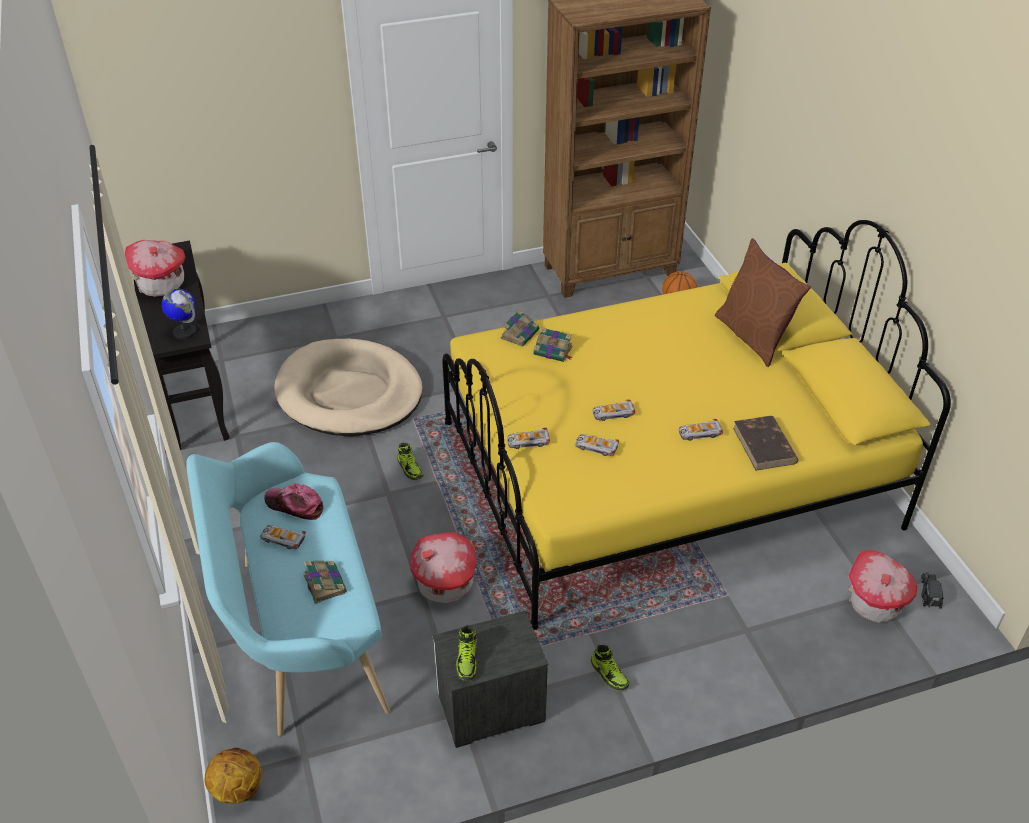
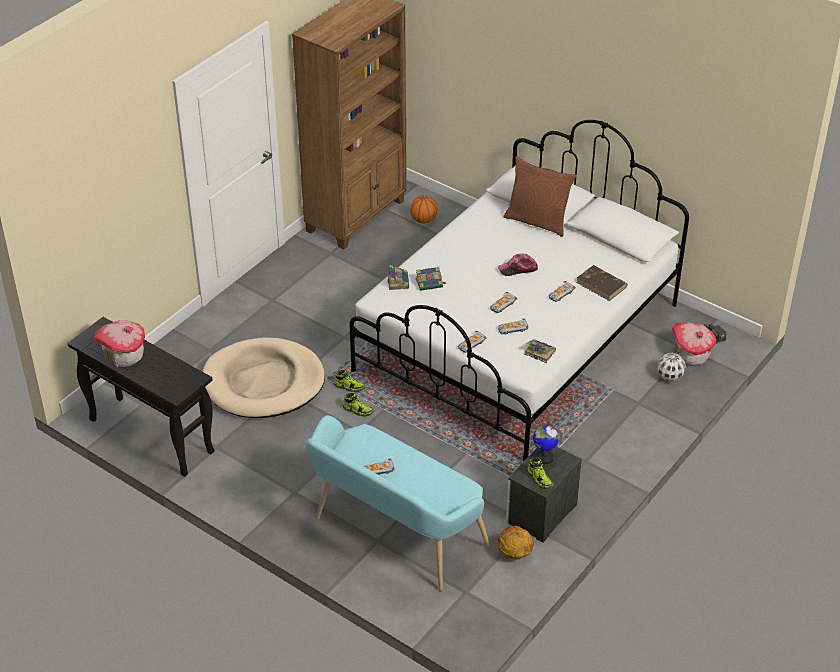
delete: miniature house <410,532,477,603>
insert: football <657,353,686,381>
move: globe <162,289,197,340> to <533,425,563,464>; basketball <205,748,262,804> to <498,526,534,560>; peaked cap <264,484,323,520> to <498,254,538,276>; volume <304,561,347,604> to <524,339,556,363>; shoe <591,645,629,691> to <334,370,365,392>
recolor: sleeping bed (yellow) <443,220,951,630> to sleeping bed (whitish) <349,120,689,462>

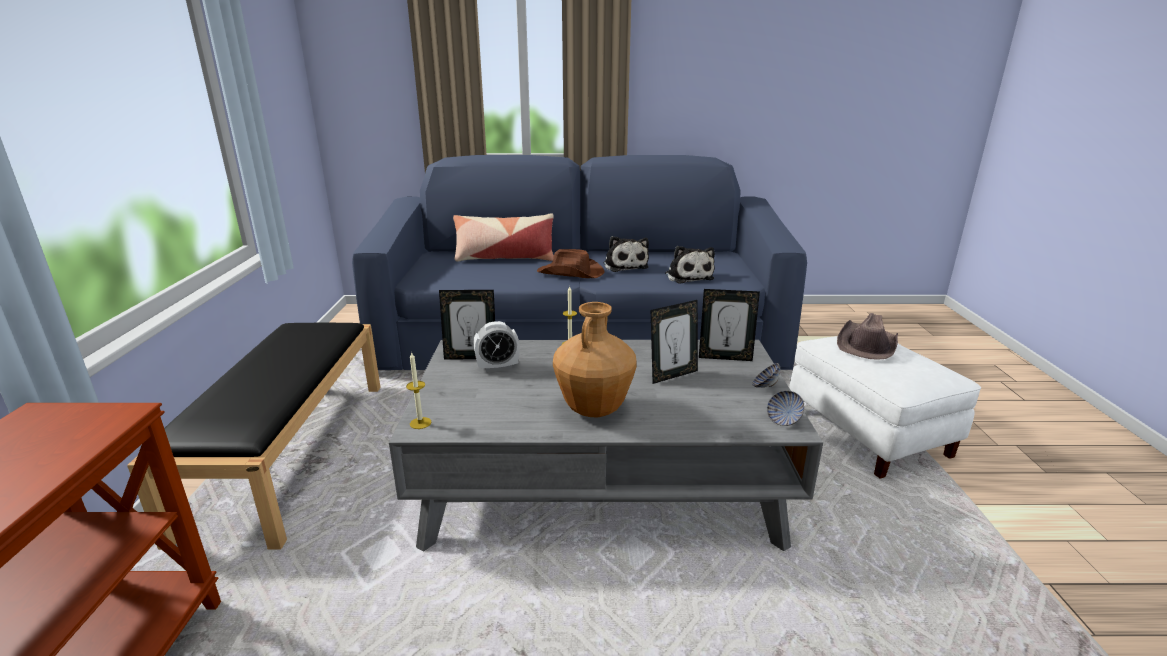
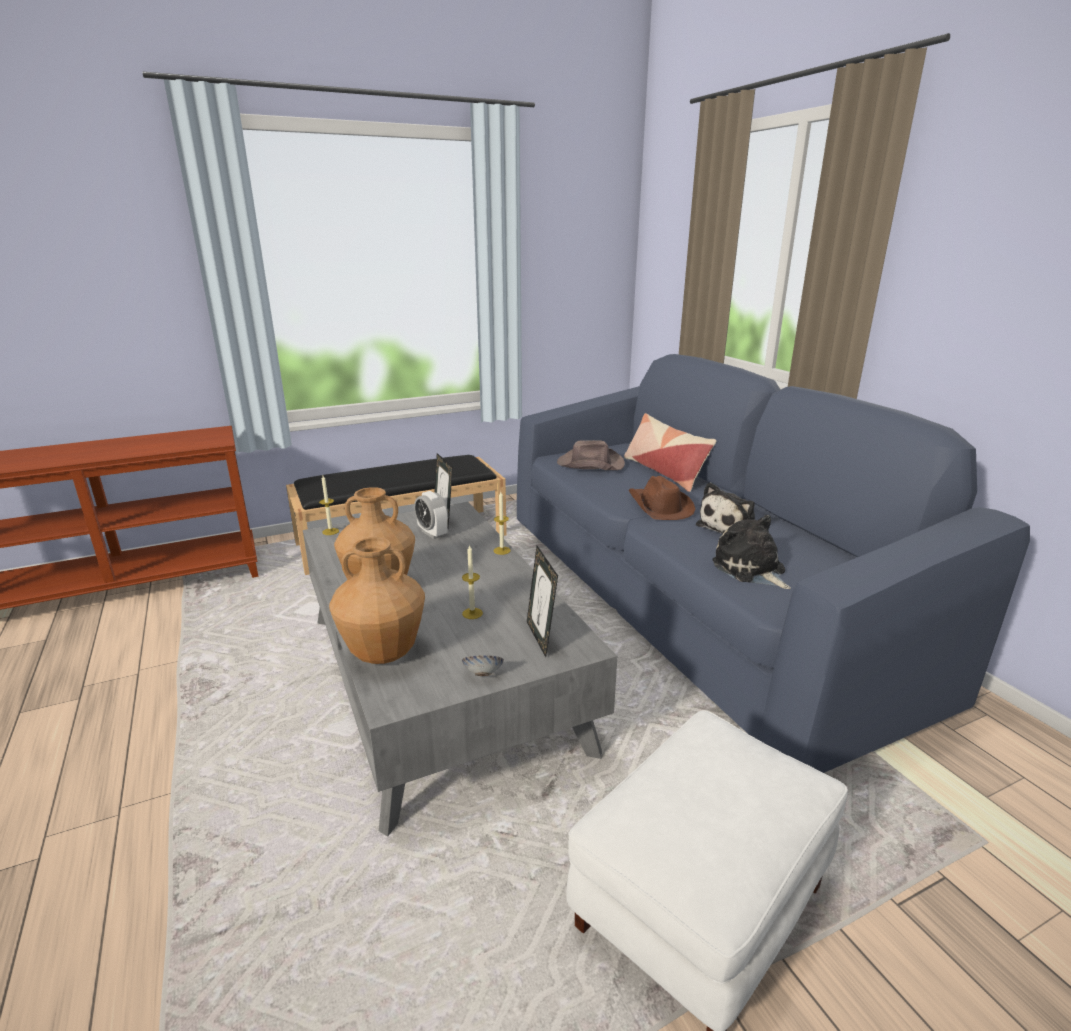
delete: serving bowl <767,390,804,426>
insert: decorative vase (brownish) <329,537,425,664>
move: hat (brownish) <837,313,898,360> to <557,440,625,470>
replace: photo frame <651,300,698,384> to candle <462,545,483,619>
rotate: soft toy <665,246,715,284> = <713,515,791,589> 105 degrees clockwise

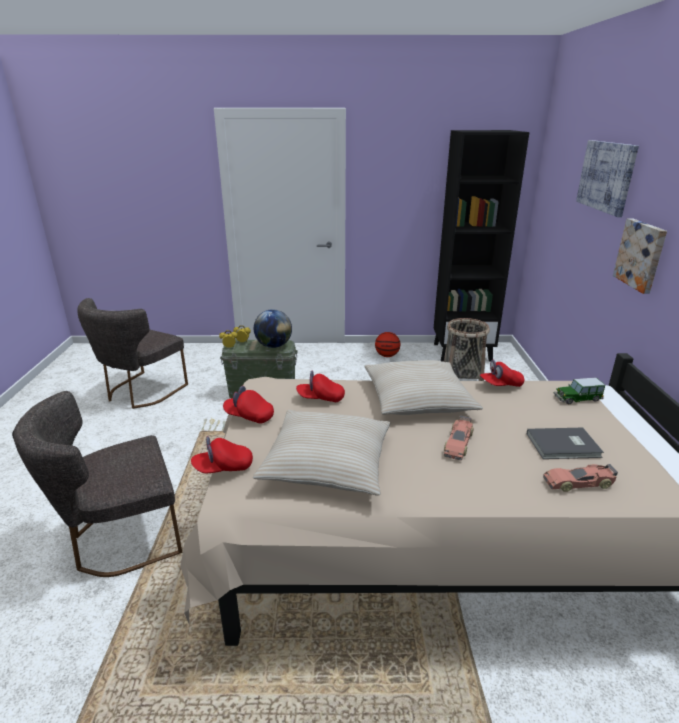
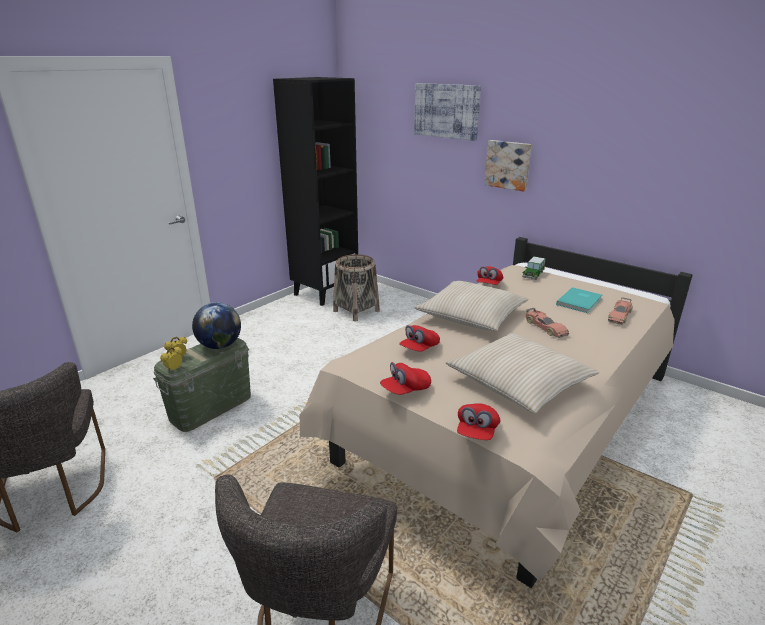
delete: basketball <375,332,400,357>
recolor: volume (grey) <527,428,604,459> to volume (turquoise) <556,287,602,313>

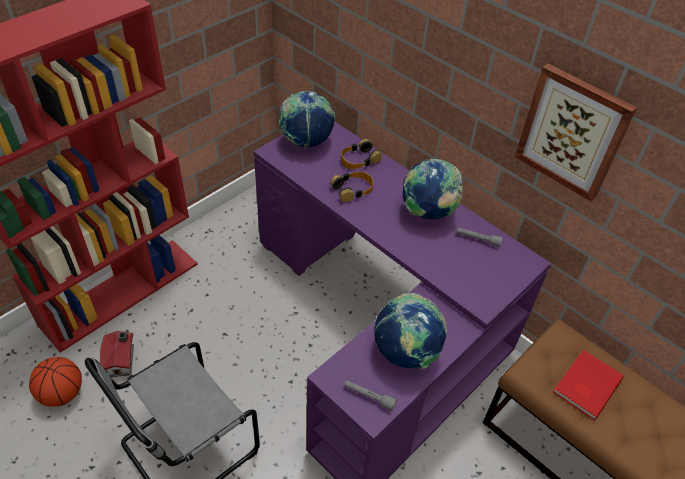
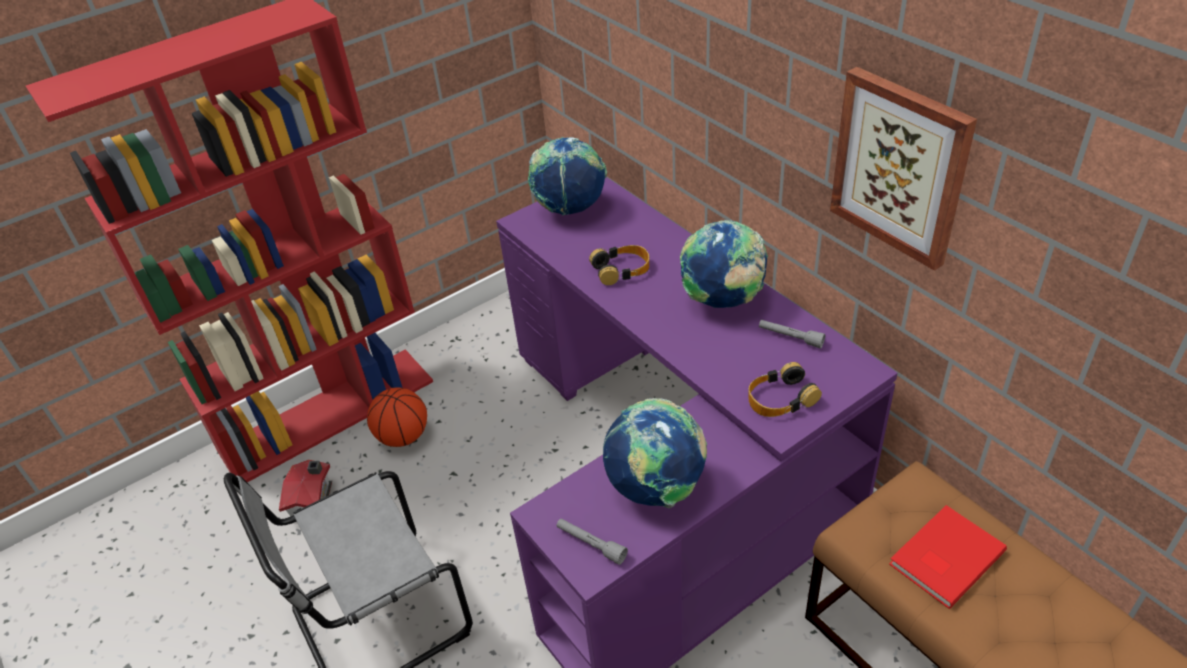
move: basketball <29,357,82,407> to <367,387,427,447>; pair of headphones <341,139,382,169> to <749,362,822,417>

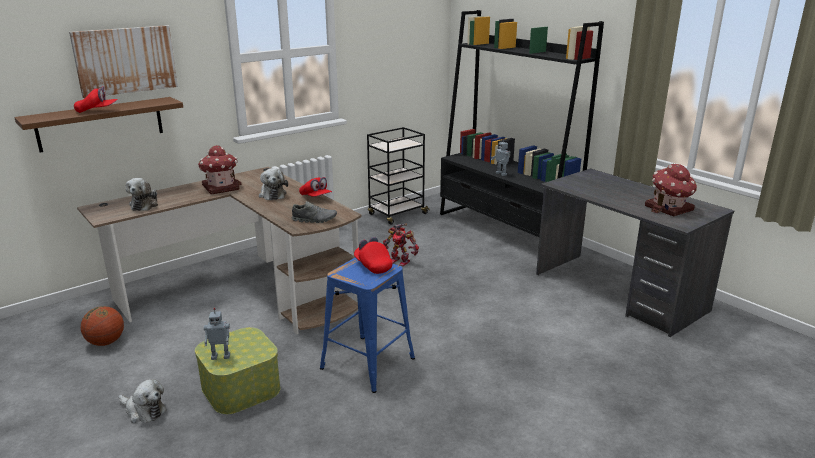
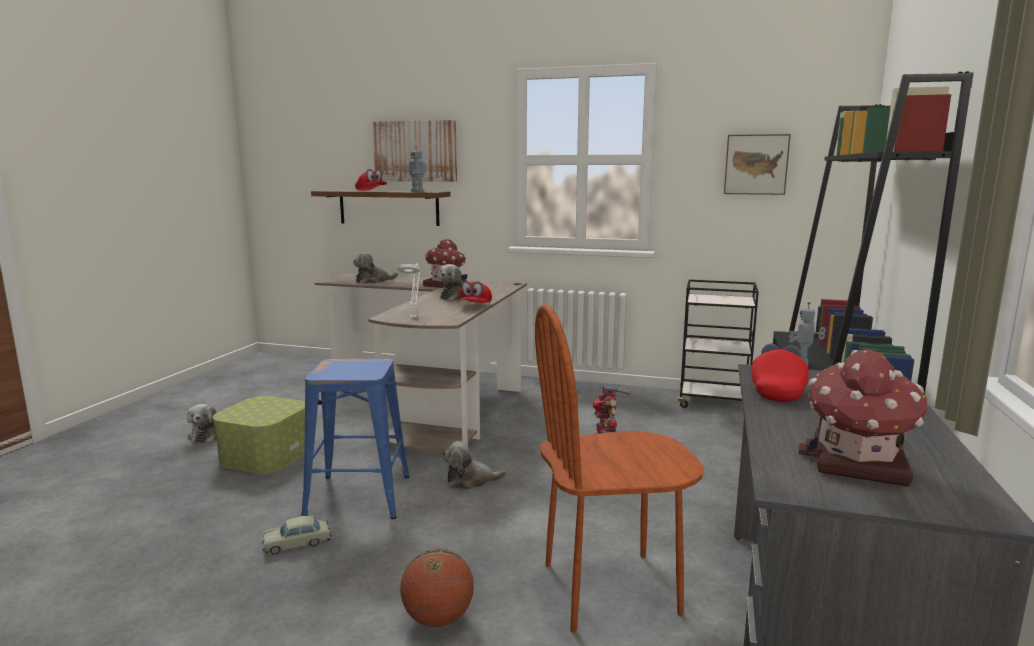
insert: miniature car (beige-coloured) <263,515,331,555>; soft toy <443,441,507,490>; upright chair (brownish) <535,304,704,633>; wall picture <724,134,791,195>
move: basketball <81,306,124,346> to <400,548,474,627>; robot figure <204,308,230,360> to <403,146,427,192>; peaked cap (reddish) <354,237,393,274> to <751,344,809,402>
replace: shoe (grey) <292,201,337,223> to lamp for a table (whitish) <397,264,421,318>

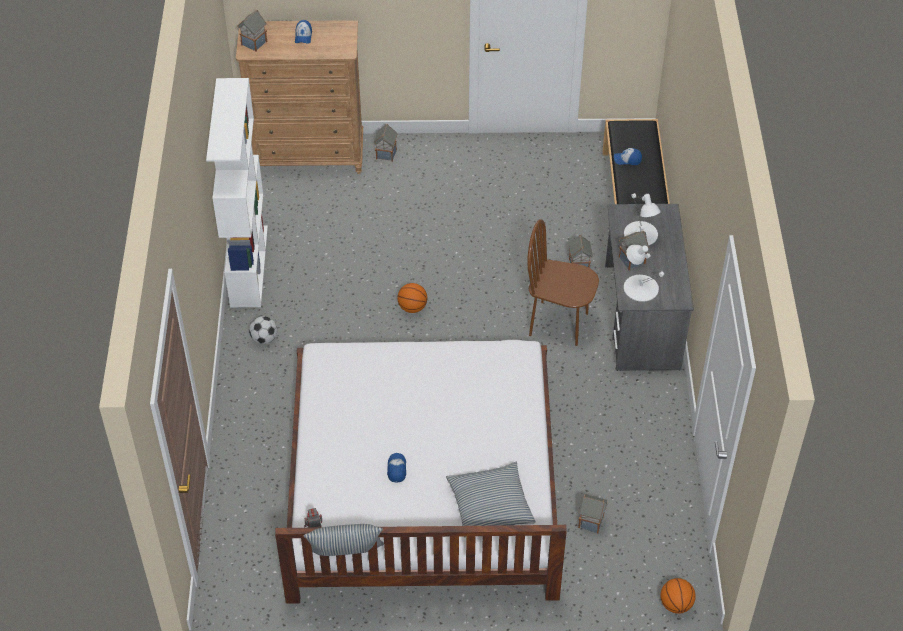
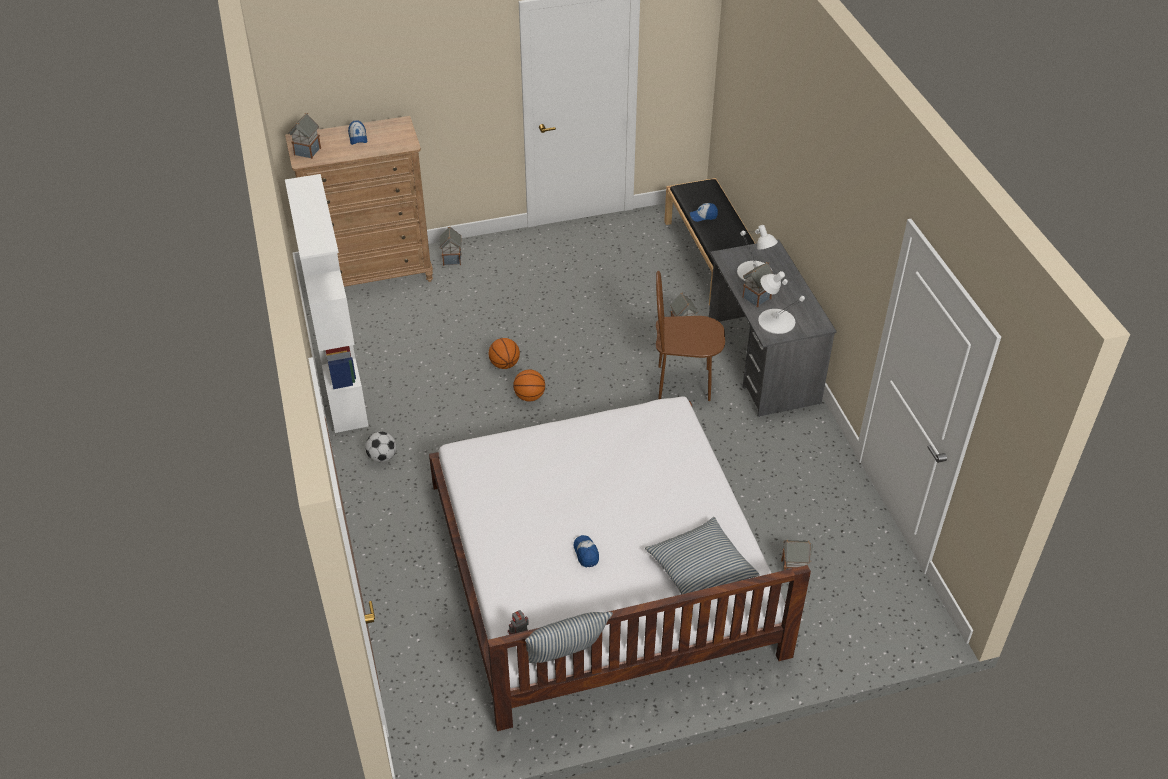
move: basketball <660,578,696,614> to <489,338,520,369>

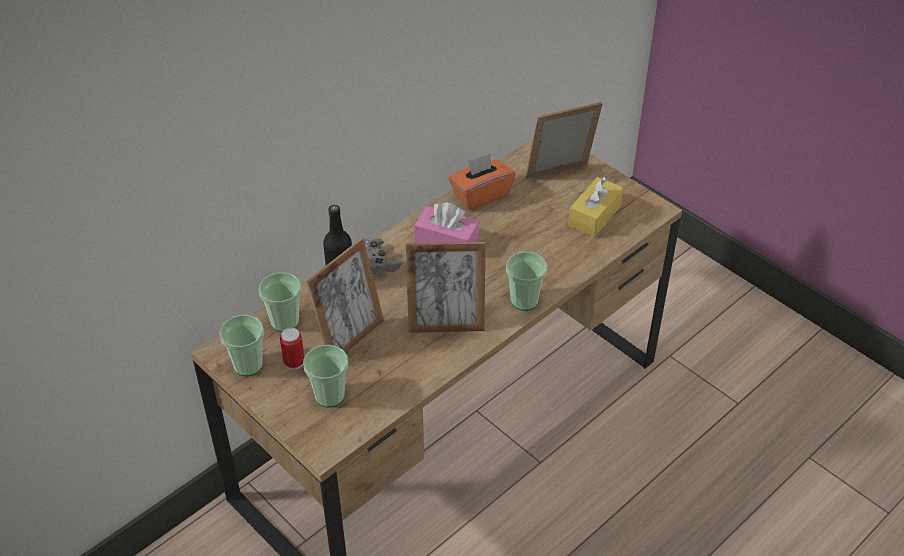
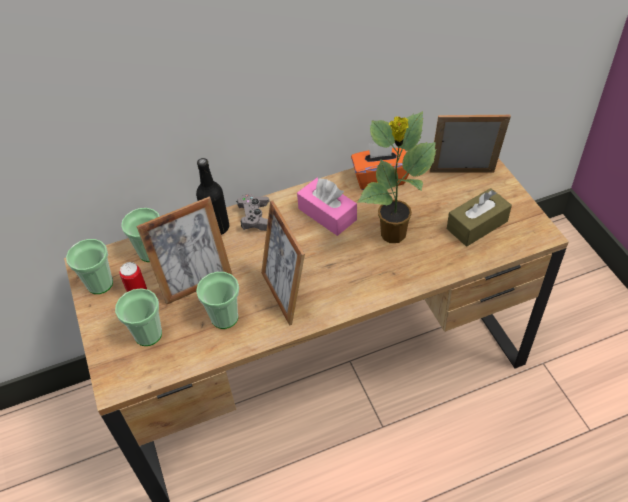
insert: houseplant <357,111,436,243>
move: drinking cup <506,252,547,311> to <196,272,239,329>
recolor: tissue holder (yellow) <568,177,623,237> to tissue holder (brownish) <447,188,512,247>
rotate: photo frame <406,242,486,333> = <261,200,305,326> 45 degrees clockwise

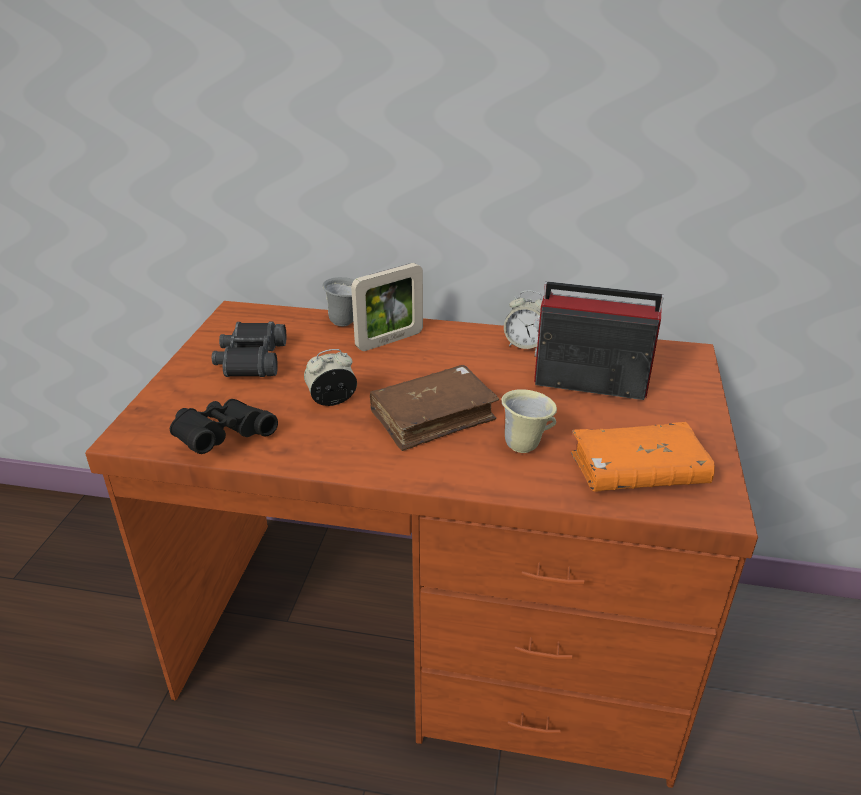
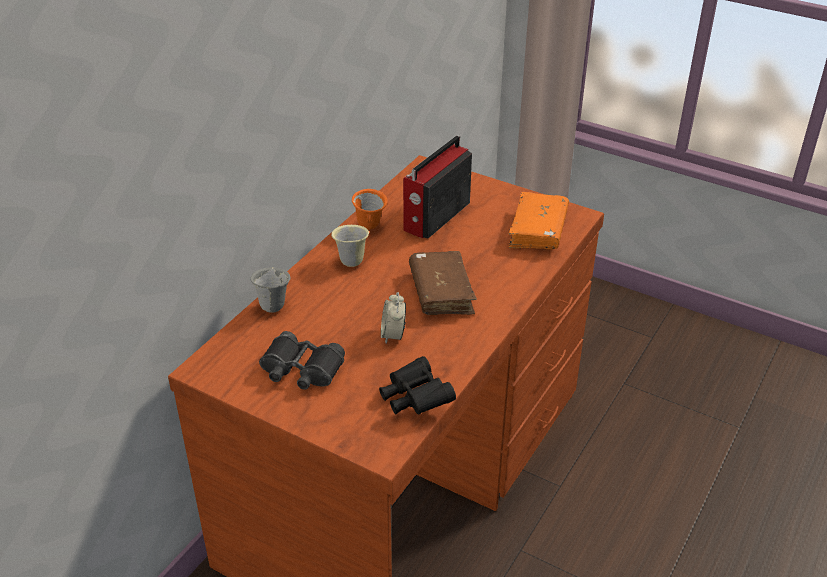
delete: photo frame <351,263,423,351>
move: tea mug (beige-coloured) <501,389,557,453> to <331,225,369,267>
replace: alarm clock <504,290,542,349> to tea mug (orange) <352,189,388,230>

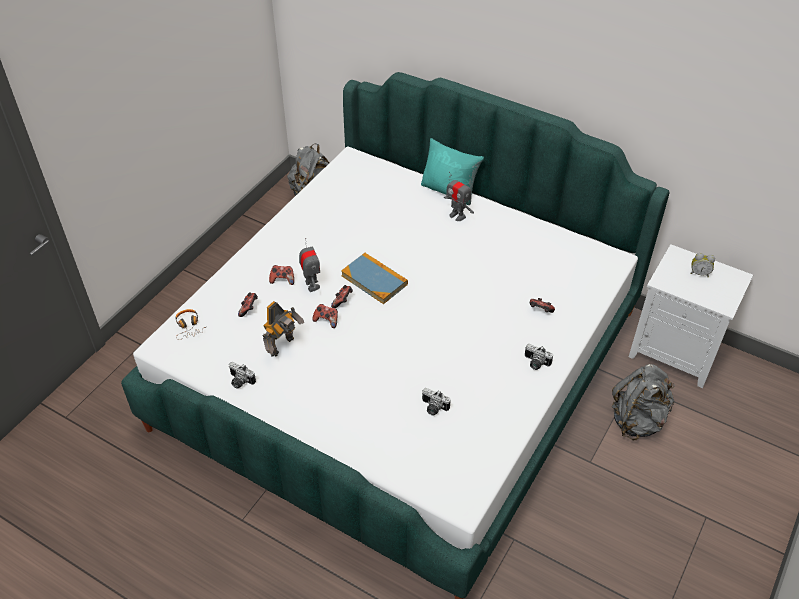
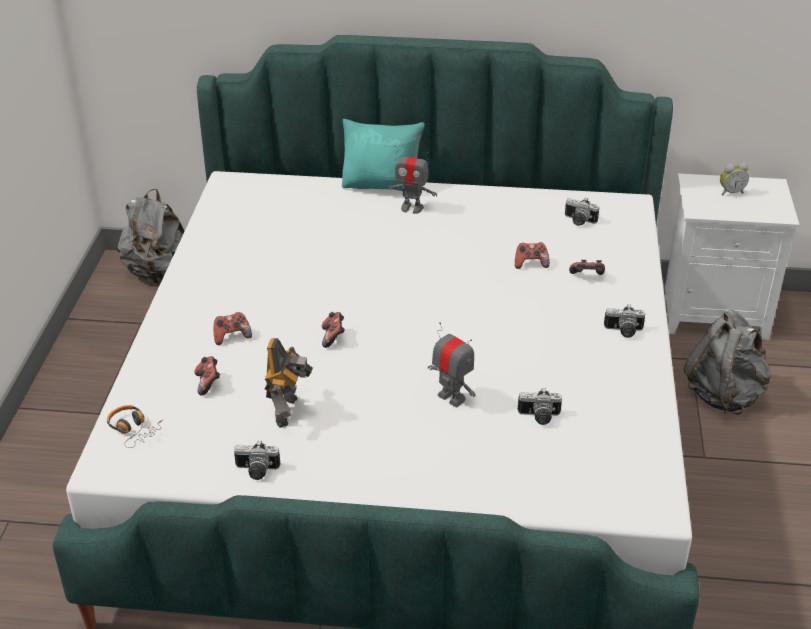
delete: volume <341,253,408,304>
insert: photo camera <565,197,599,226>
move: robot figure <299,238,320,292> to <428,322,476,407>; gamepad <312,304,338,328> to <515,242,550,269>

